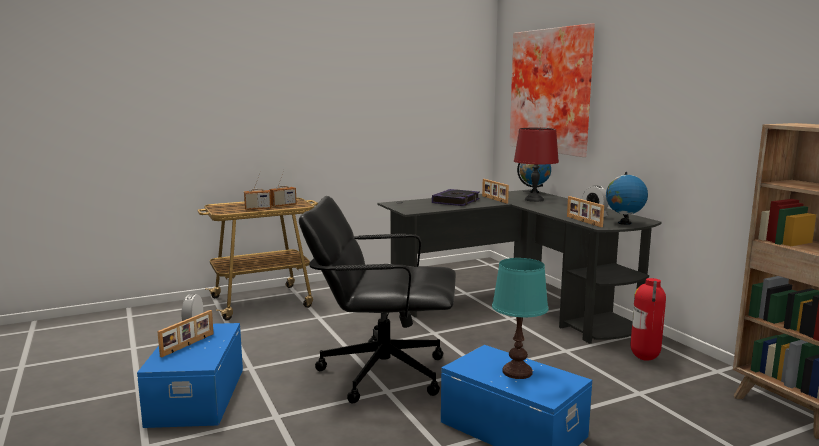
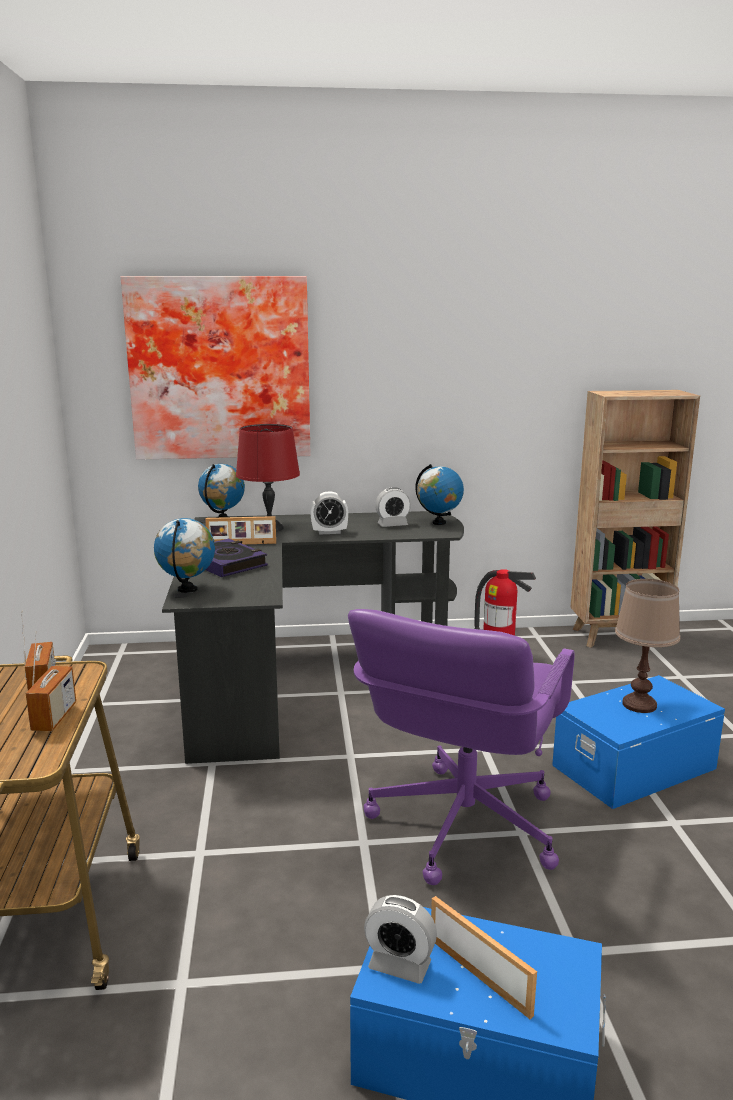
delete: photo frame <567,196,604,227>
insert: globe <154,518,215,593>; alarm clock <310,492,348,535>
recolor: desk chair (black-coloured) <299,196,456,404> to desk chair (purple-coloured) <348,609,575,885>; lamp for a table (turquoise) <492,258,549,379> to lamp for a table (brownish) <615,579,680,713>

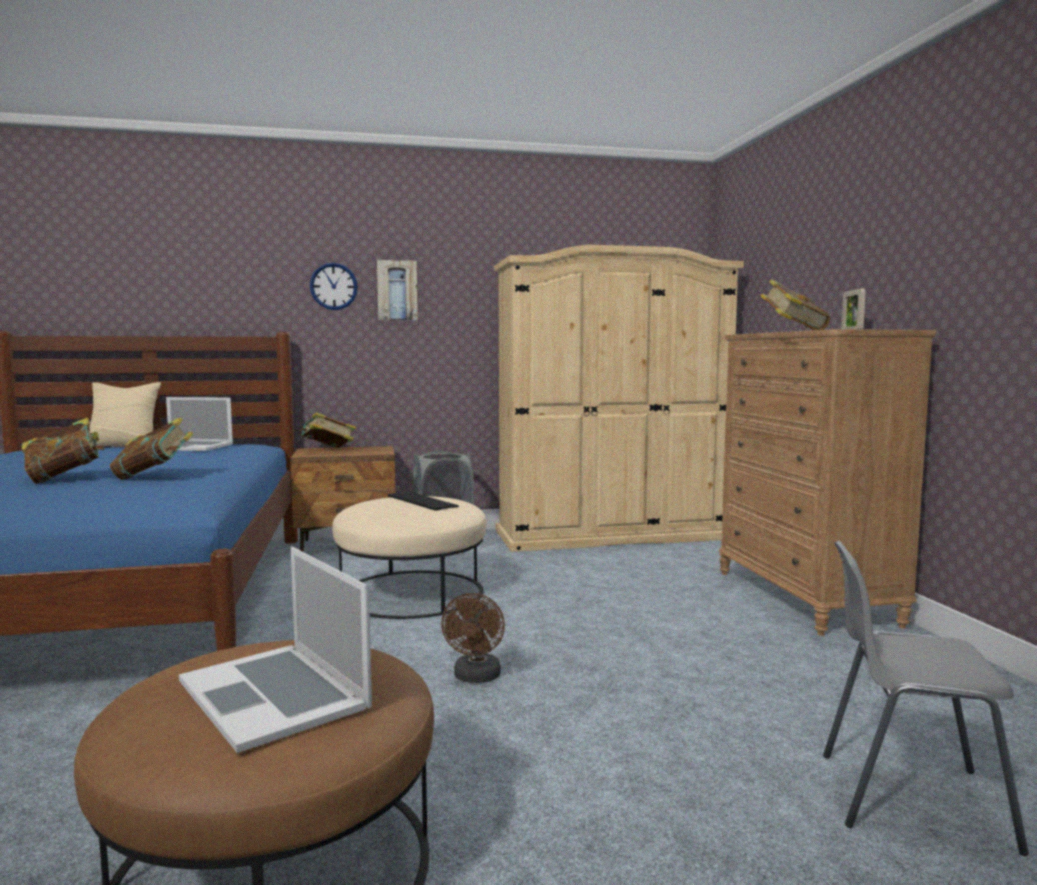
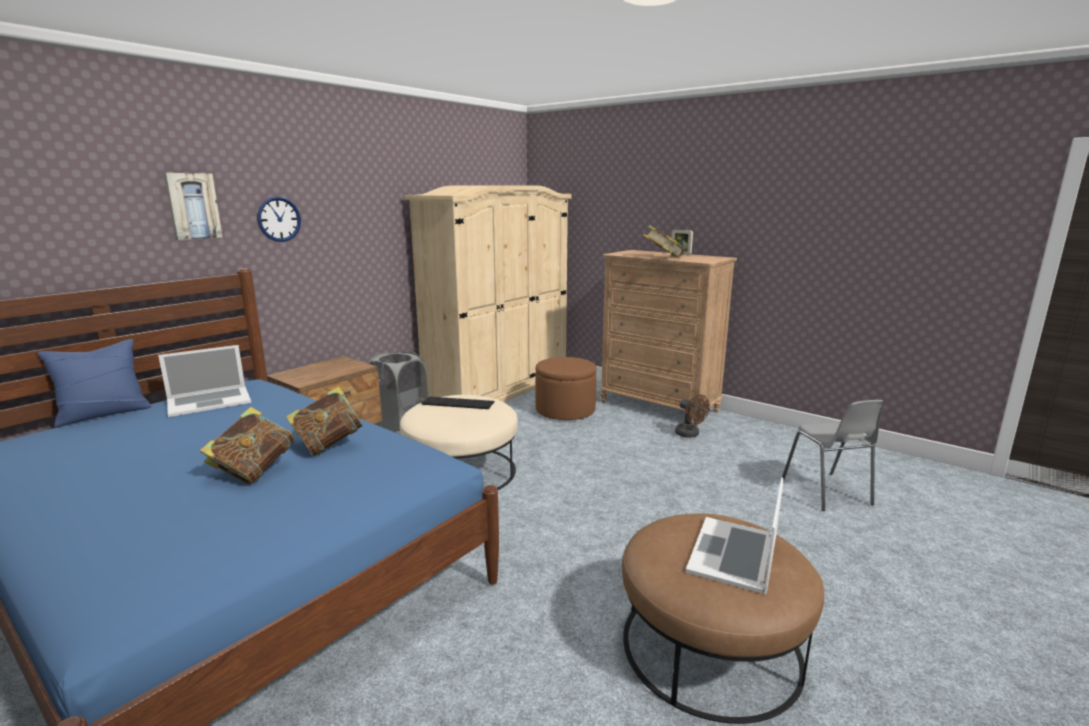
delete: volume <299,412,356,448>
insert: pouffe (brownish) <535,357,597,420>
move: wall picture <377,260,418,320> to <164,173,223,240>; cooling fan (brownish) <441,593,505,683> to <675,395,710,438>
recolor: cushion (beige-coloured) <89,382,161,446> to cushion (bluish) <38,339,152,427>
rotate: portable computer <179,547,372,753> = <686,477,784,594> 105 degrees clockwise; upright chair (grey) <823,541,1029,856> = <782,400,885,511> 75 degrees counterclockwise

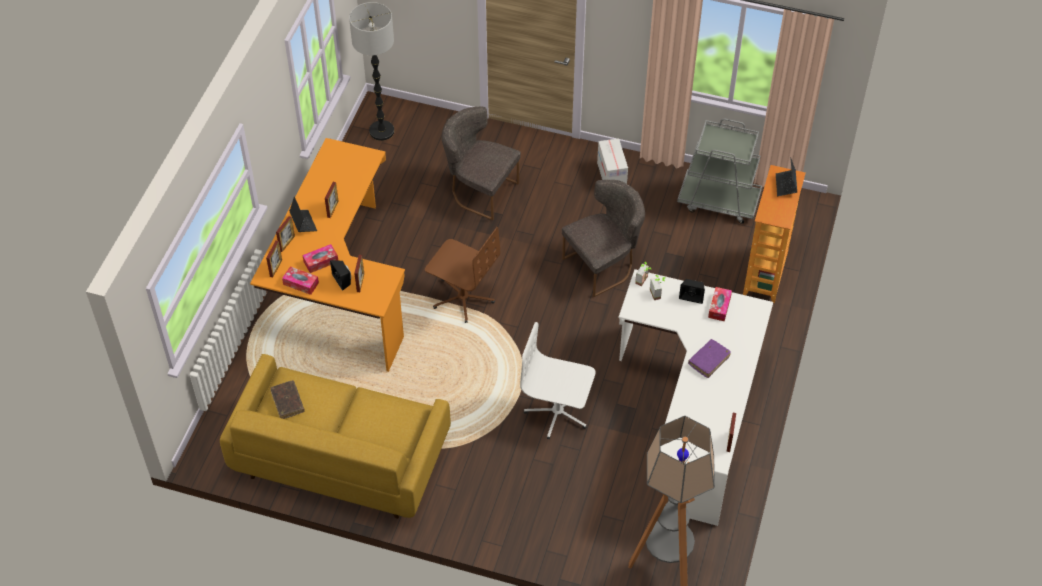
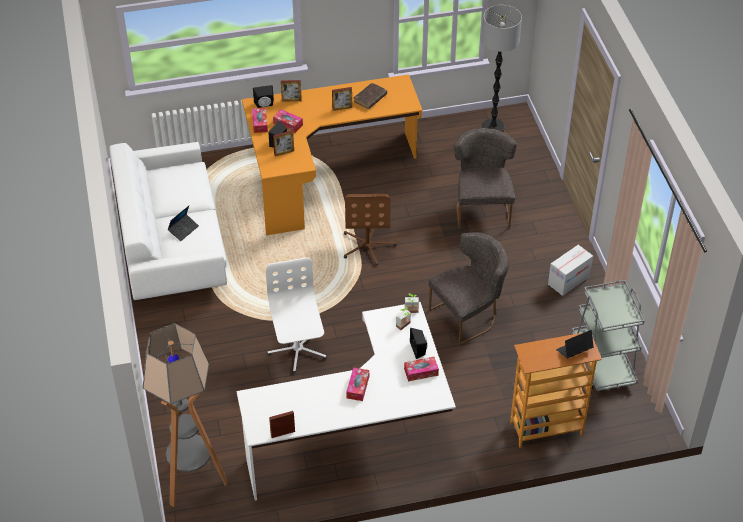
move: volume (brownish) <270,380,305,419> to <354,83,387,109>; portable computer <289,197,317,232> to <168,206,199,241>
replace: photo frame <266,240,282,277> to loudspeaker (black-coloured) <253,85,274,108>; volume (purple-coloured) <688,339,731,378> to tissue holder <346,367,369,401>
recolor: sofa (yellow) <220,354,451,519> to sofa (whitish) <109,142,227,300>
rotate: upright chair (grey) <562,180,645,297> = <429,233,509,346> 60 degrees counterclockwise

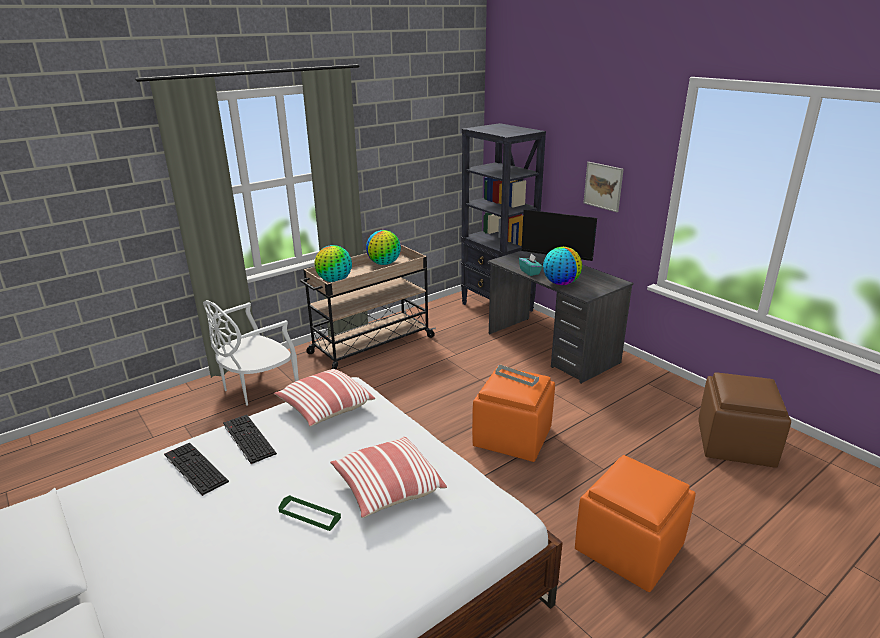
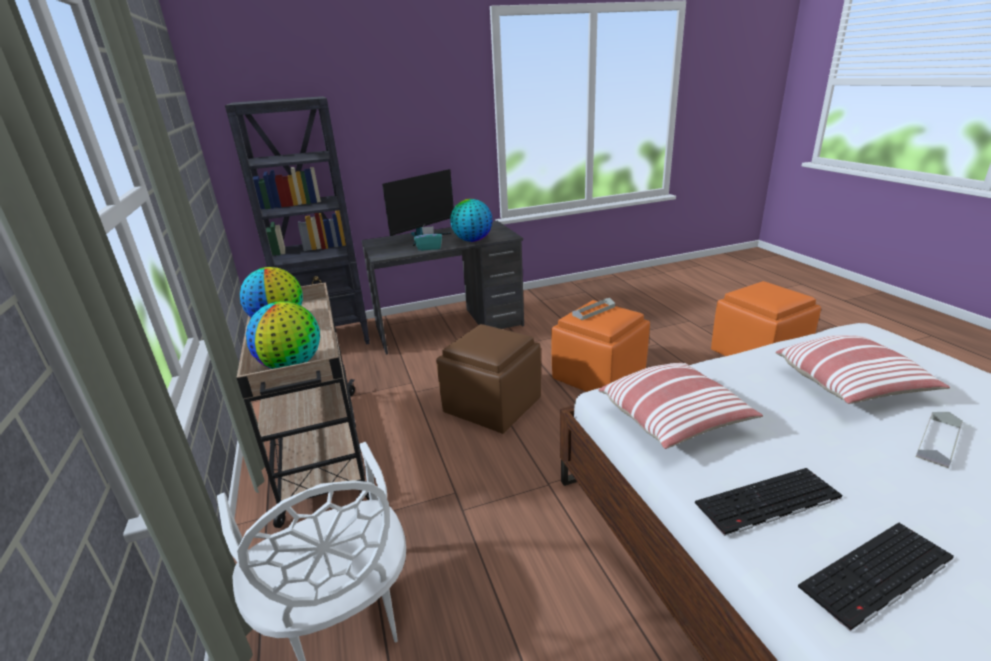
delete: wall picture <583,162,624,212>
move: pouffe (brownish) <698,372,791,468> to <436,324,541,434>
recolor: carrying tray (green) <278,495,341,531> to carrying tray (grey) <916,412,963,468>

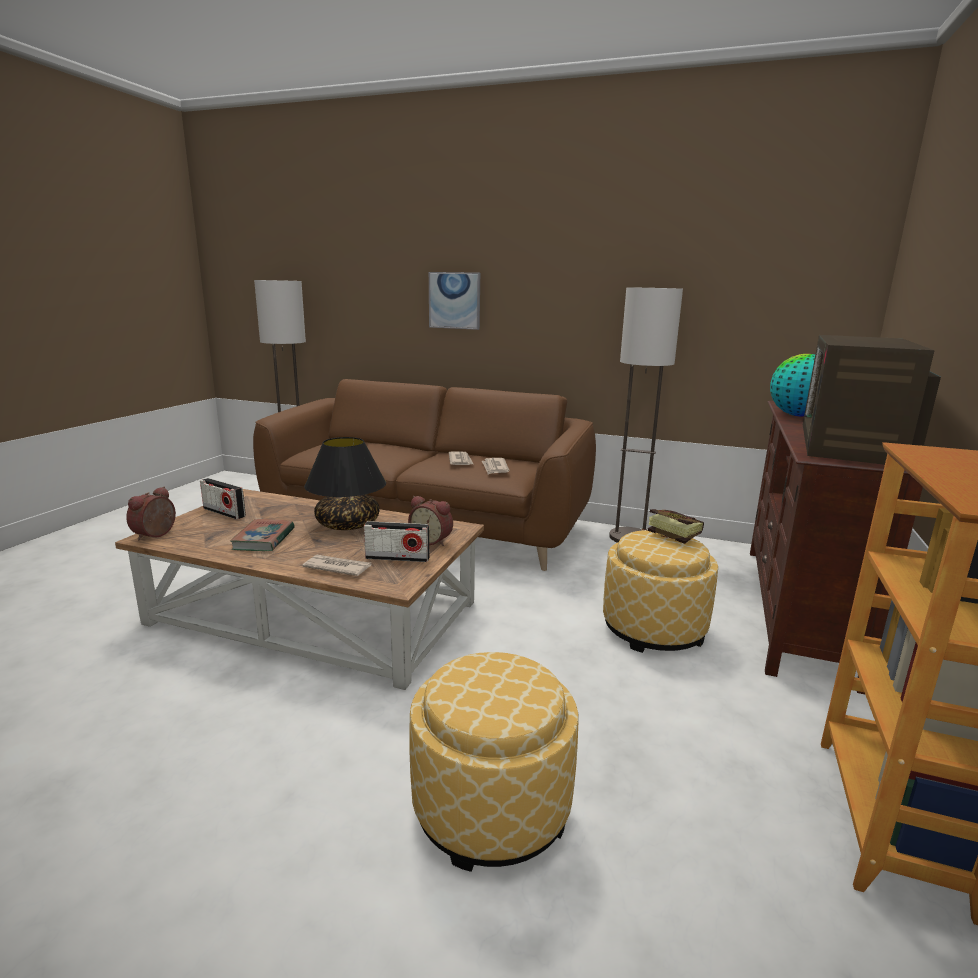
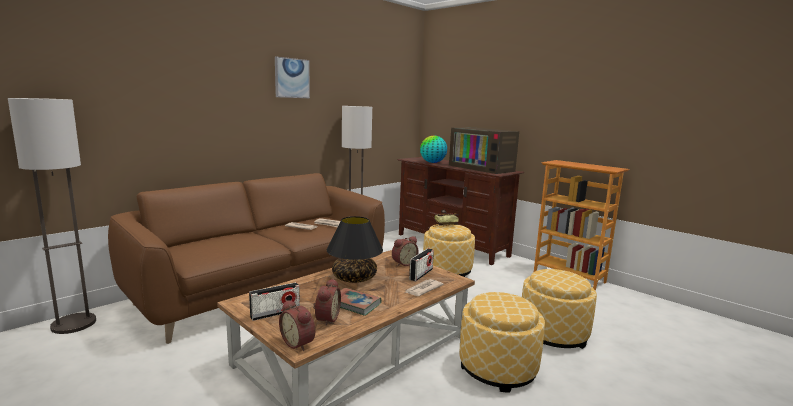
insert: alarm clock <313,278,341,326>; pouffe <460,292,545,392>
move: wall picture <429,272,480,330> to <275,57,310,98>

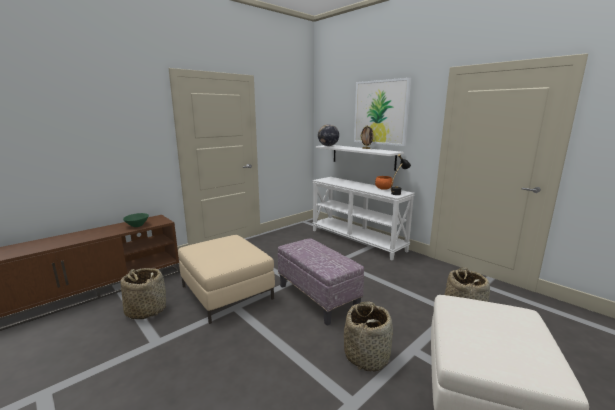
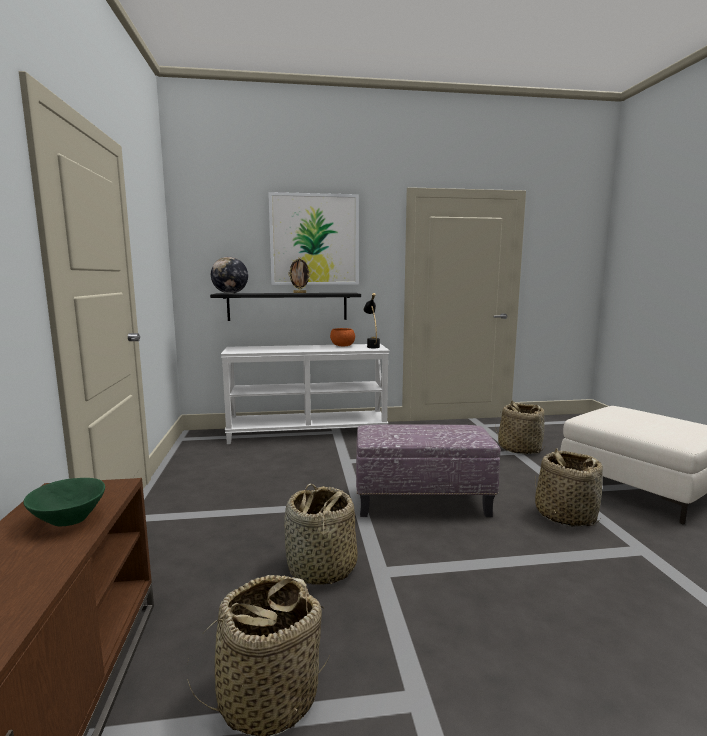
replace: pouffe (beige-coloured) <178,235,275,324> to household basket <284,484,358,585>
recolor: shelf (whitish) <316,145,404,171> to shelf (black-coloured) <210,293,361,321>

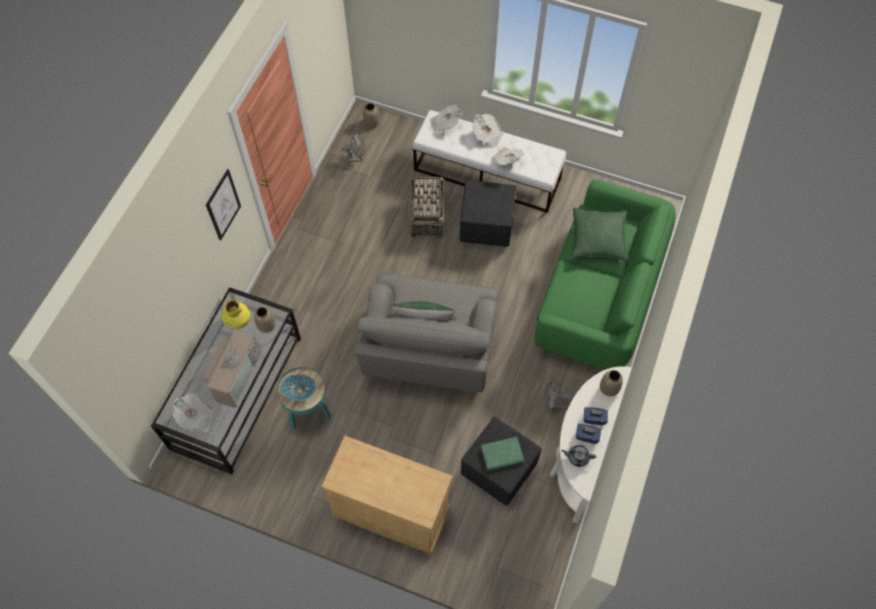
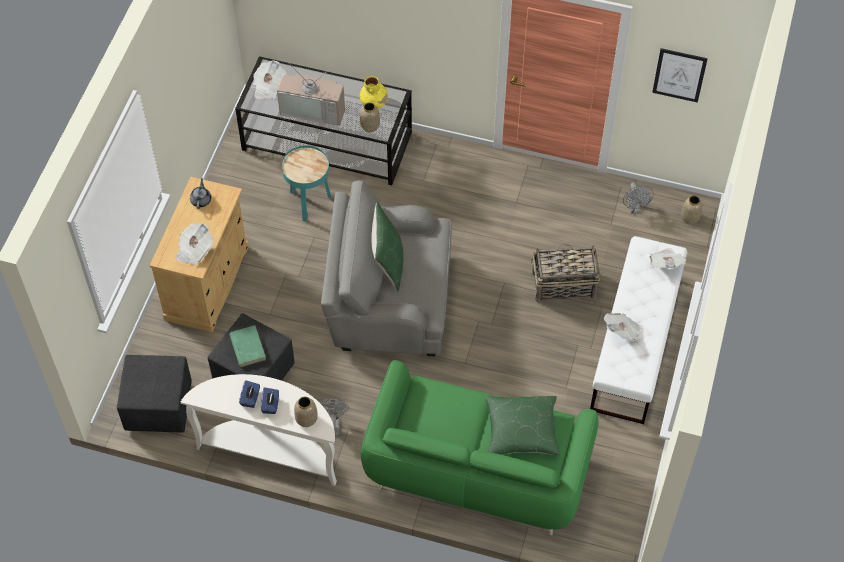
delete: serving bowl <281,374,316,401>
move: wall picture <206,169,241,241> to <652,48,708,103>; pouffe (black-coloured) <460,180,516,247> to <117,355,191,432>; newspaper <472,114,503,148> to <175,223,213,266>; tea pot (grey) <561,445,596,467> to <190,179,211,209>

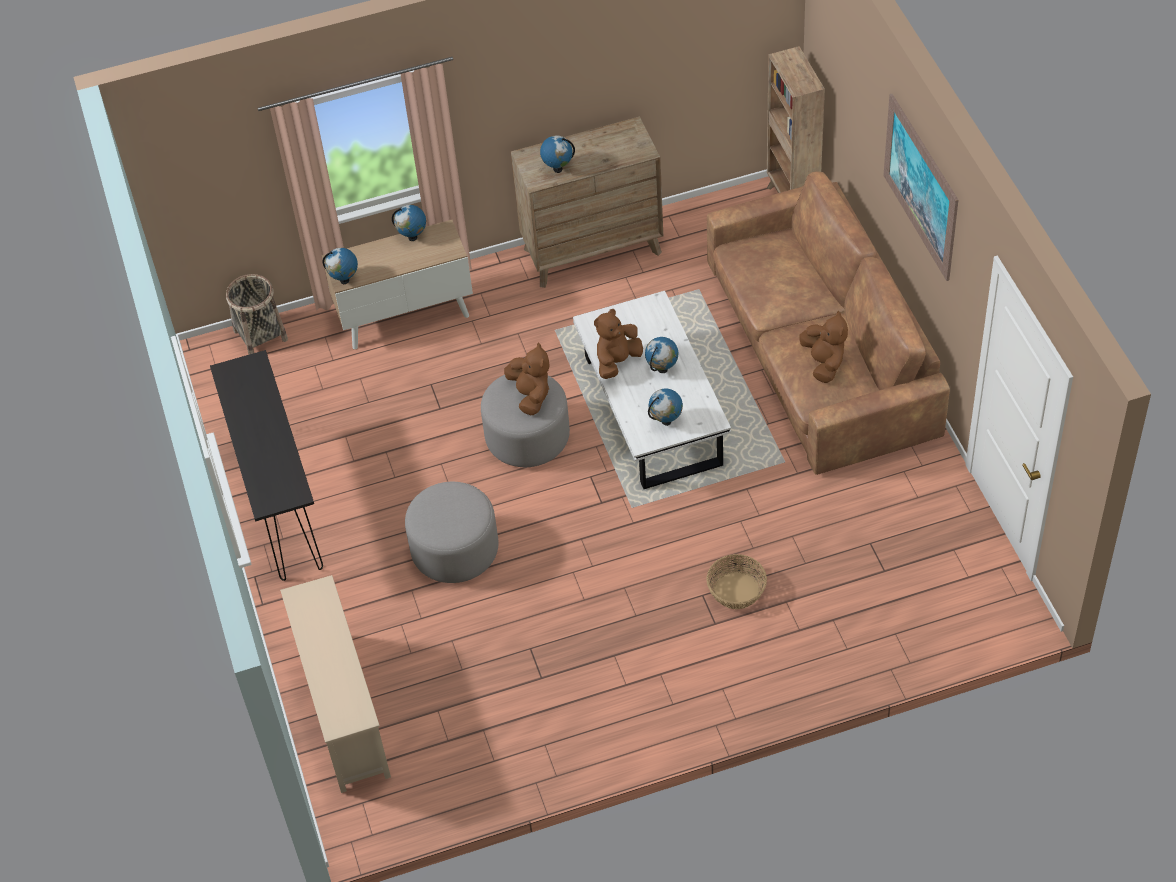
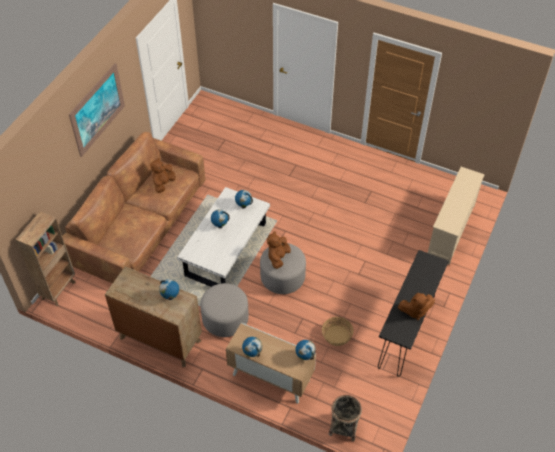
move: pouffe (grey) <405,482,499,583> to <200,283,249,337>; soft toy (brownish) <594,309,643,379> to <398,293,435,320>; household basket <706,554,767,609> to <322,317,353,346>

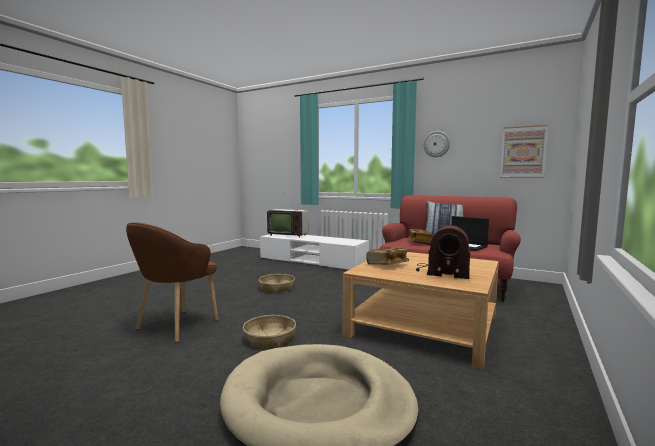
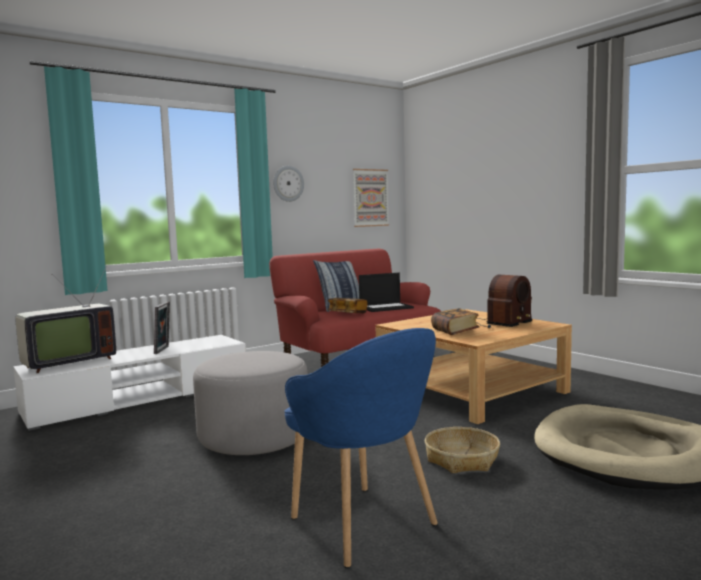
insert: photo frame <154,302,170,354>
replace: household basket <259,274,295,293> to pouffe (grey) <193,351,308,455>
recolor: easy chair (brownish) <126,222,218,342> to easy chair (bluish) <284,328,438,568>

